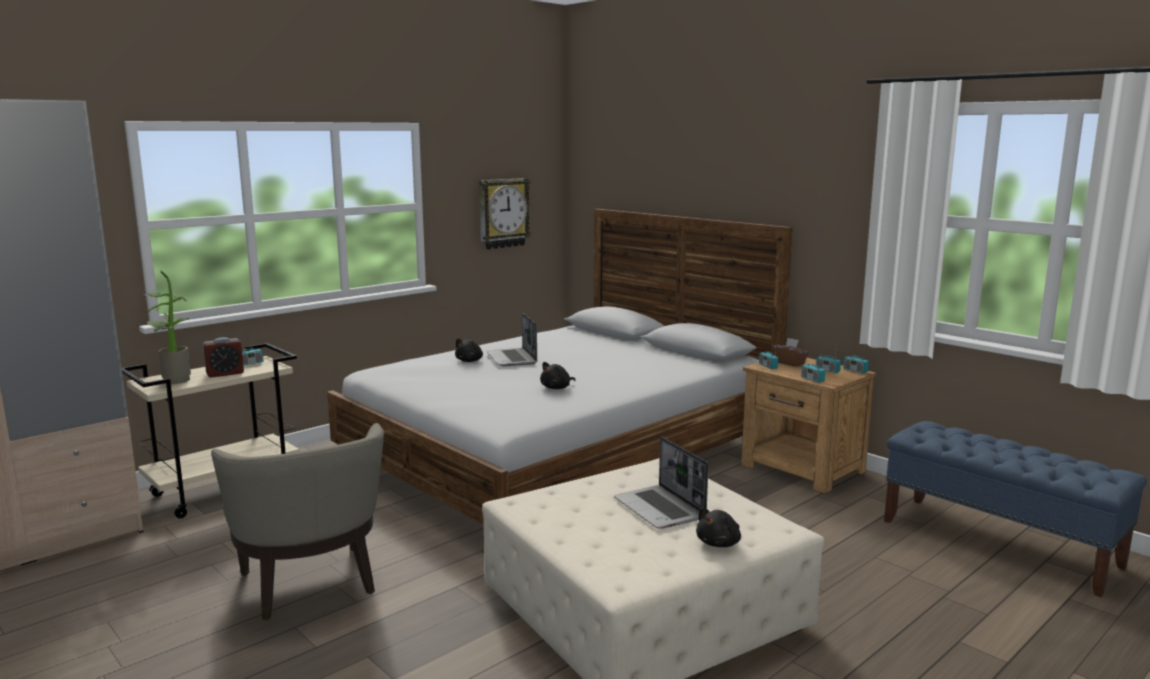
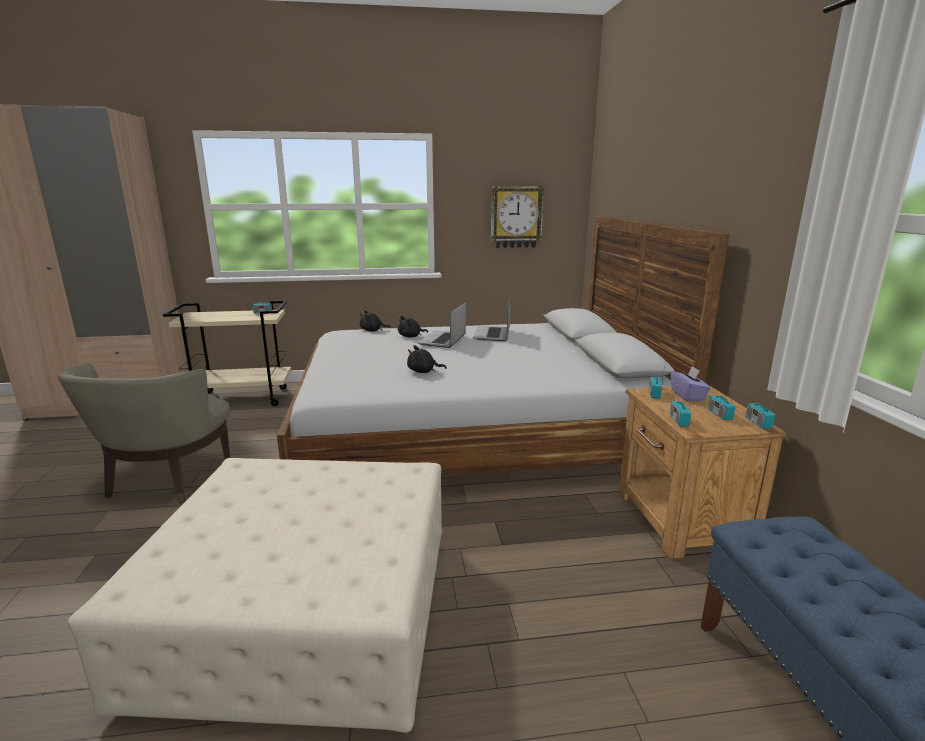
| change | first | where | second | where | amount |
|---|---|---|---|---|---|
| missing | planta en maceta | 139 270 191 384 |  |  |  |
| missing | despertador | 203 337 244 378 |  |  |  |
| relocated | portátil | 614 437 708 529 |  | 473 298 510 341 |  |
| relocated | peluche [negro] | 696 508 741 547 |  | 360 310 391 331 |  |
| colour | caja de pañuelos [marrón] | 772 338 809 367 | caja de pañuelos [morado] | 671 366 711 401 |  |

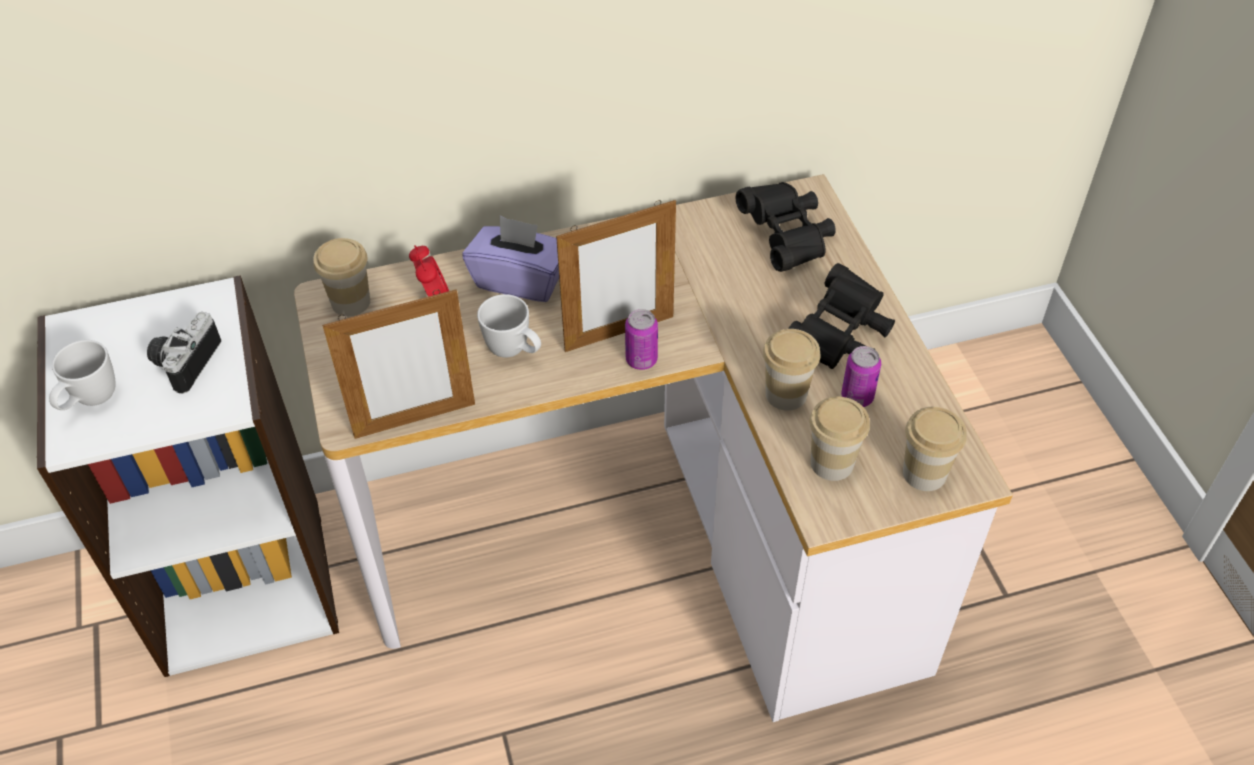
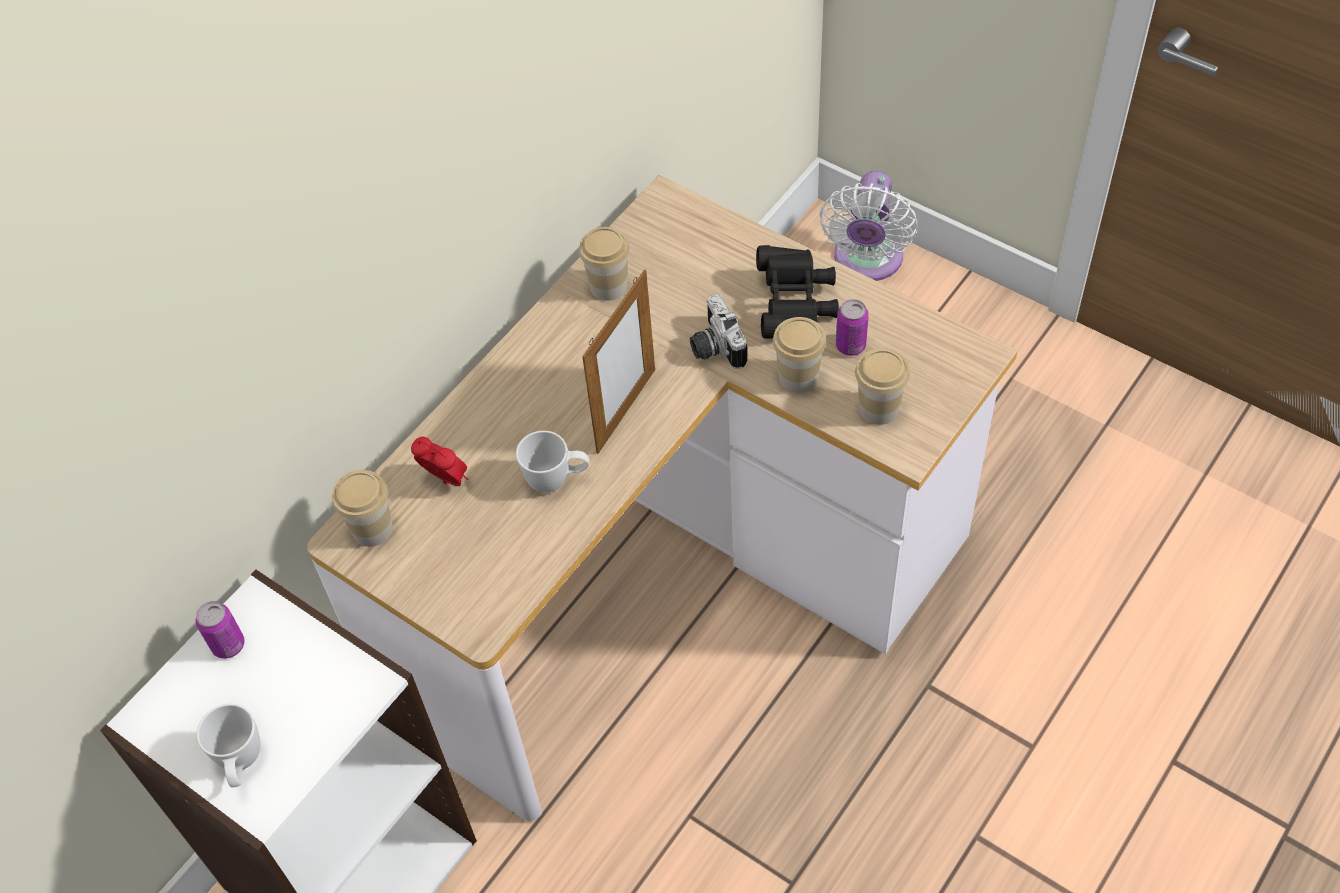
| change | first | where | second | where | amount |
|---|---|---|---|---|---|
| relocated | cámara | 147 312 221 394 |  | 690 294 747 369 |  |
| missing | portarretratos | 322 289 475 439 |  |  |  |
| missing | caja de pañuelos [morado] | 463 216 559 302 |  |  |  |
| relocated | lata | 625 309 658 370 |  | 195 601 245 659 |  |
| missing | prismáticos [negro] | 736 182 836 272 |  |  |  |
| relocated | taza | 903 407 967 491 |  | 579 227 630 301 |  |
| appeared |  |  | ventilador [blanco] | 819 171 917 281 |  |

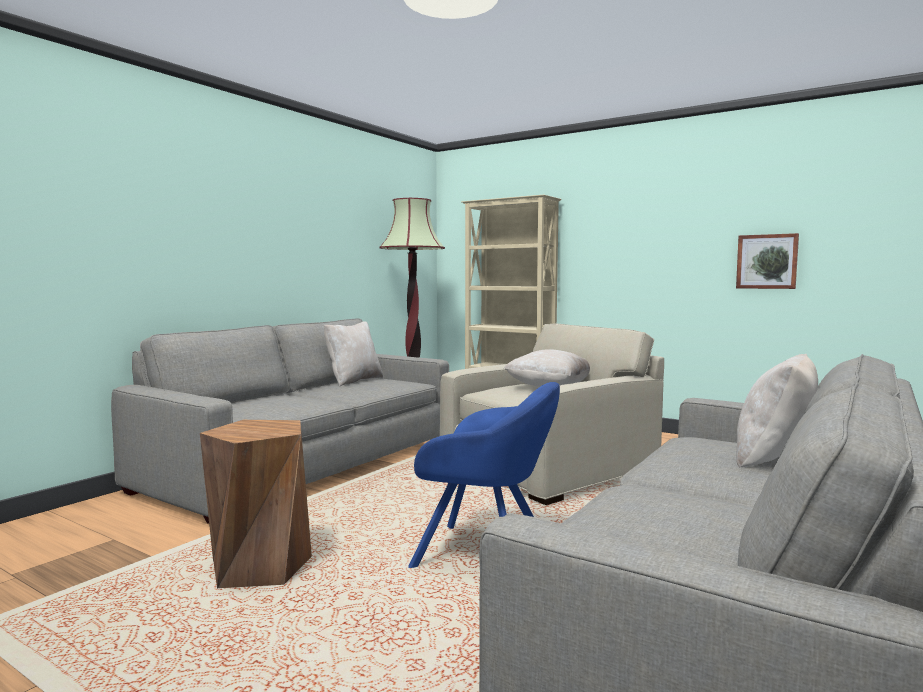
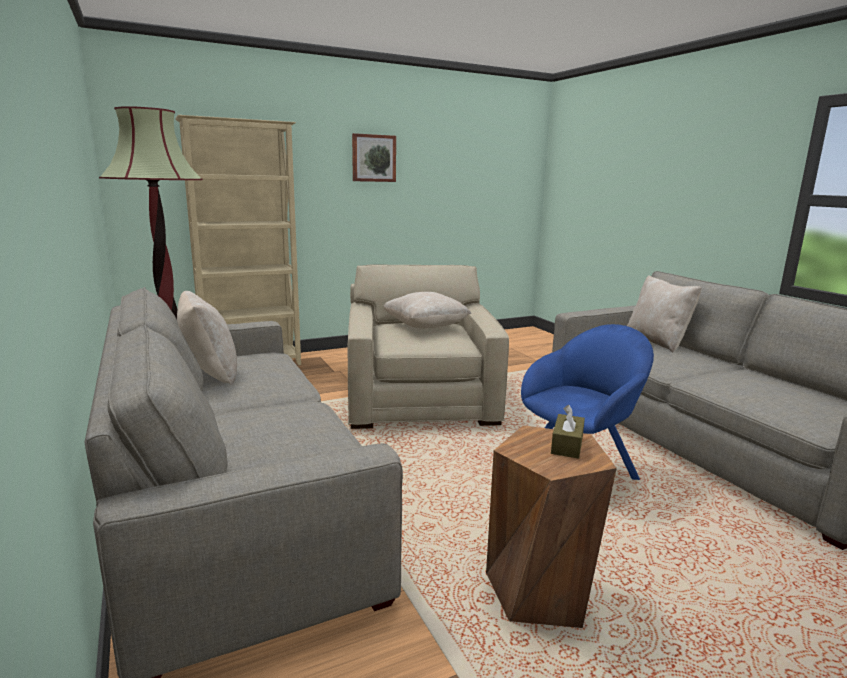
| change | first | where | second | where | amount |
|---|---|---|---|---|---|
| relocated | cuadro | 736 233 799 289 |  | 352 133 396 182 |  |
| appeared |  |  | caja de pañuelos [marrón] | 551 405 585 459 |  |

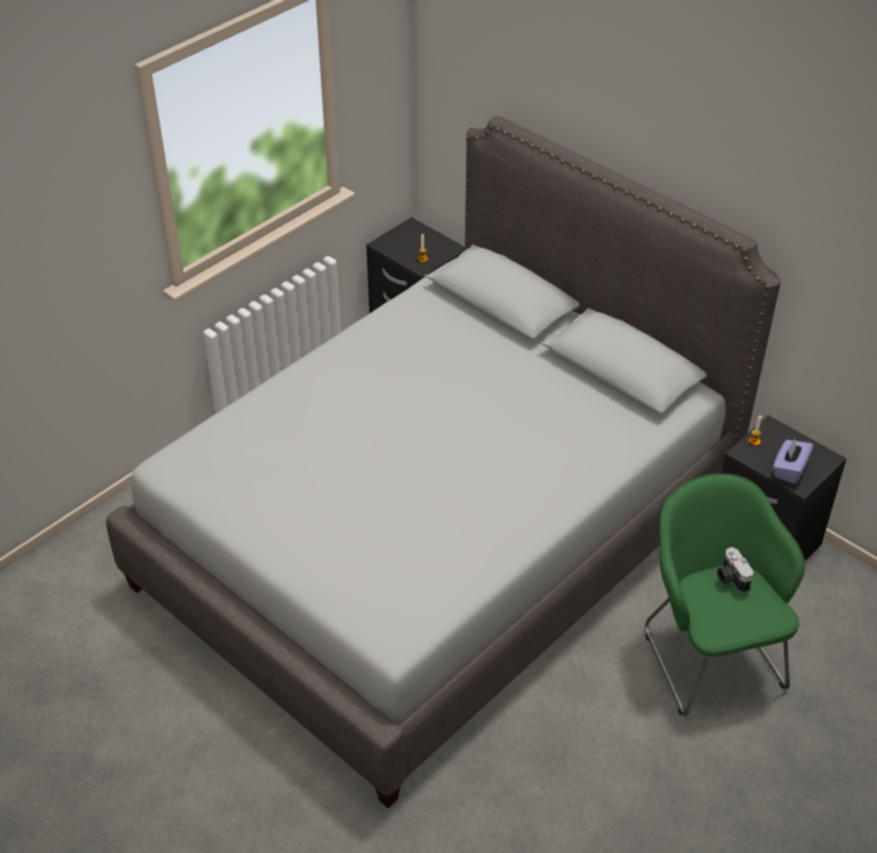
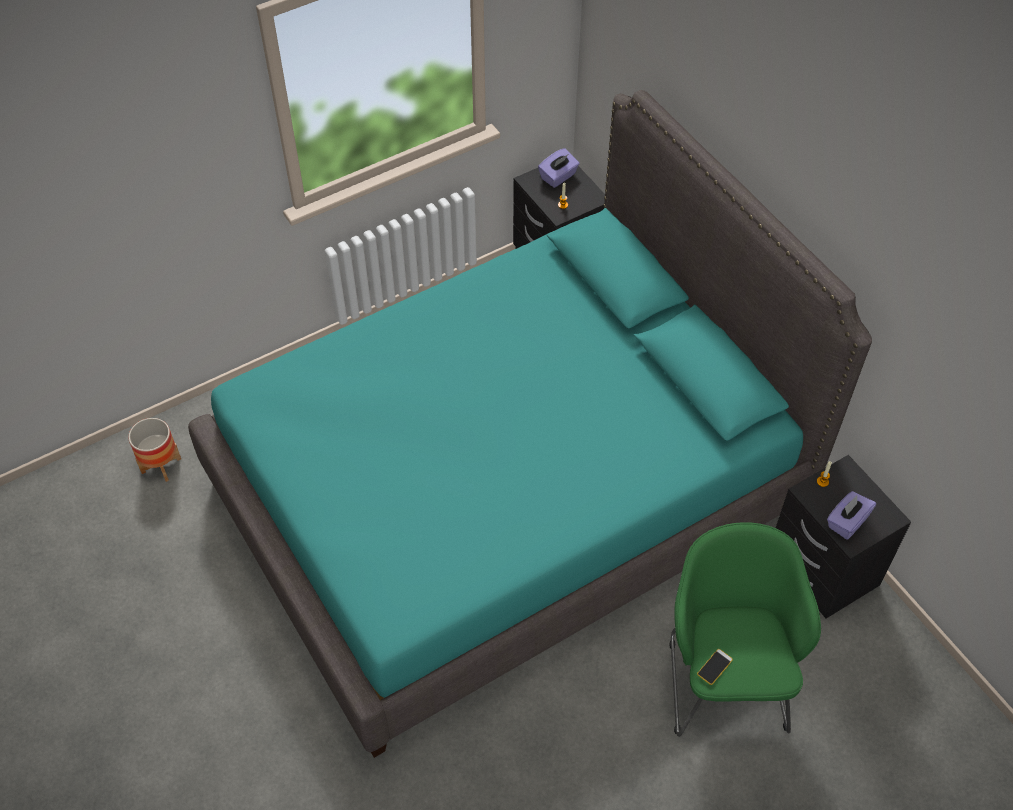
| change | first | where | second | where | amount |
|---|---|---|---|---|---|
| colour | cama [gris] | 106 116 781 808 | cama [turquesa] | 188 90 872 758 |  |
| missing | cámara | 717 547 754 593 |  |  |  |
| appeared |  |  | maceta | 129 418 181 482 |  |
| appeared |  |  | caja de pañuelos [morado] | 538 148 580 188 |  |
| appeared |  |  | móvil | 697 649 733 685 |  |

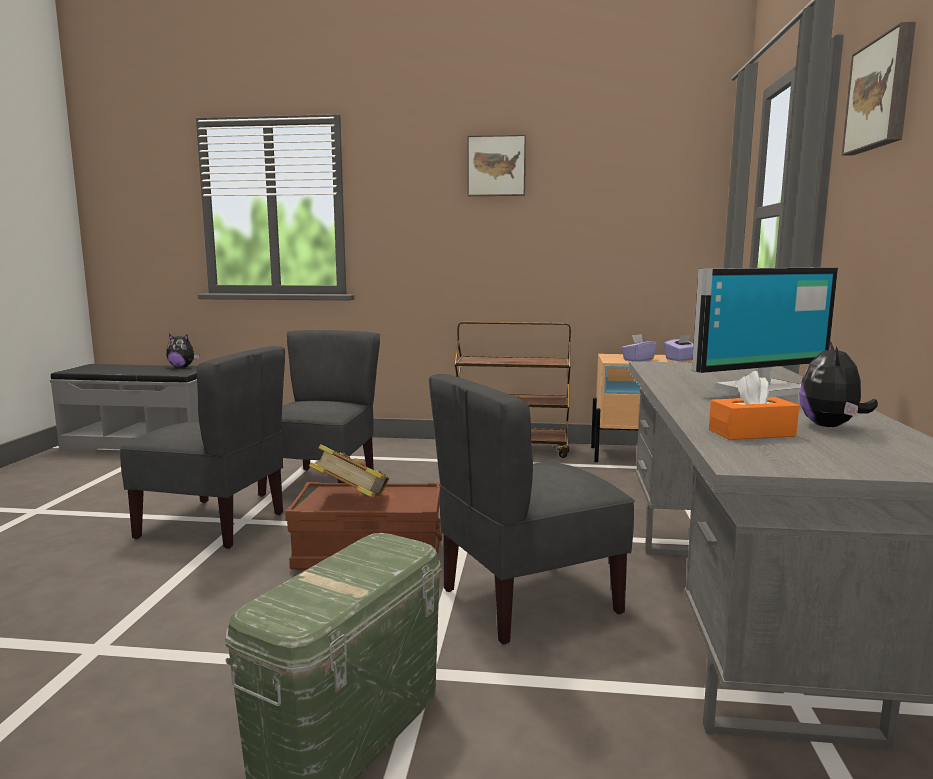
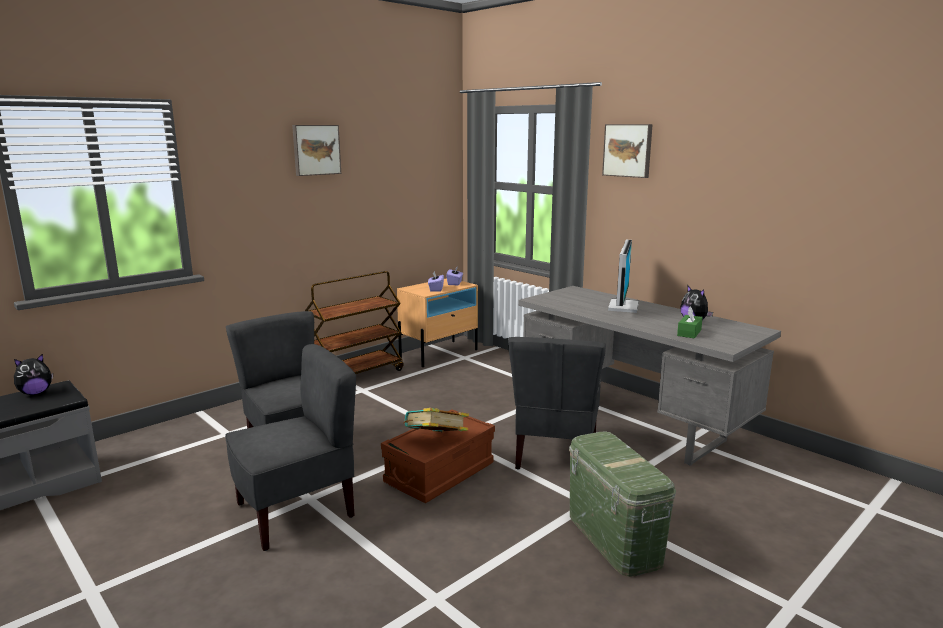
| change | first | where | second | where | amount |
|---|---|---|---|---|---|
| colour | caja de pañuelos [naranja] | 709 371 799 440 | caja de pañuelos [verde] | 677 306 703 339 |  |

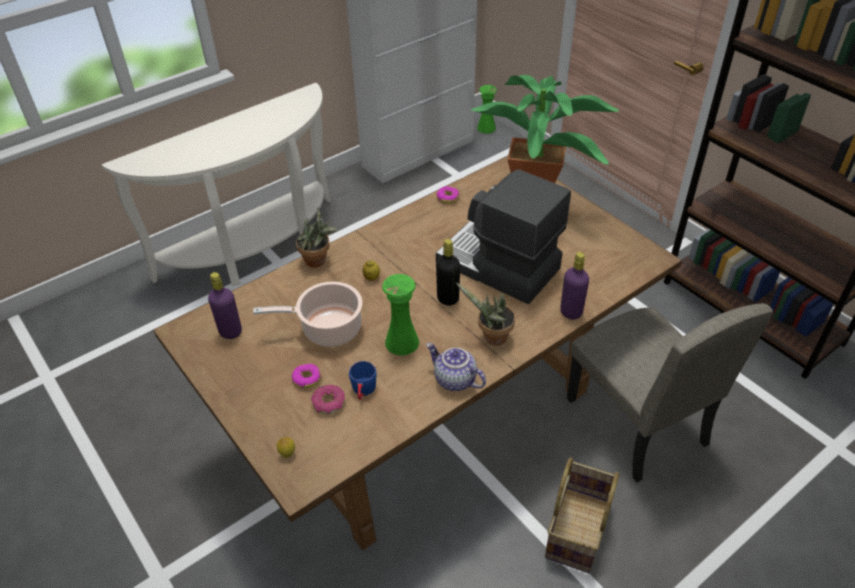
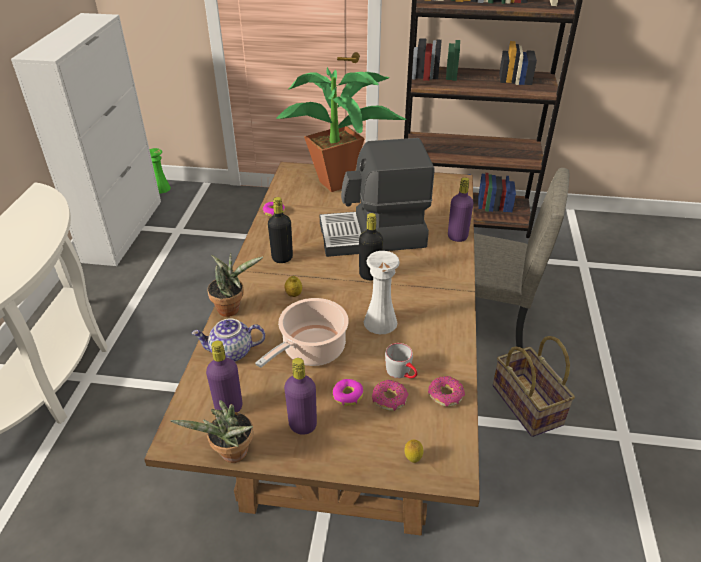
| change | first | where | second | where | amount |
|---|---|---|---|---|---|
| colour | taza grande [azul] | 349 361 377 400 | taza grande [gris] | 385 343 418 379 |  |
| colour | florero [verde] | 382 274 419 355 | florero [blanco] | 364 251 400 334 |  |
| relocated | tetera | 426 343 486 391 |  | 191 319 265 362 |  |
| relocated | planta en maceta | 456 283 515 346 |  | 170 400 253 463 |  |
| appeared |  |  | botella [negro] | 268 197 293 263 |  |
| appeared |  |  | botella [morado] | 284 358 317 435 |  |
| appeared |  |  | rosquilla | 428 376 465 407 |  |

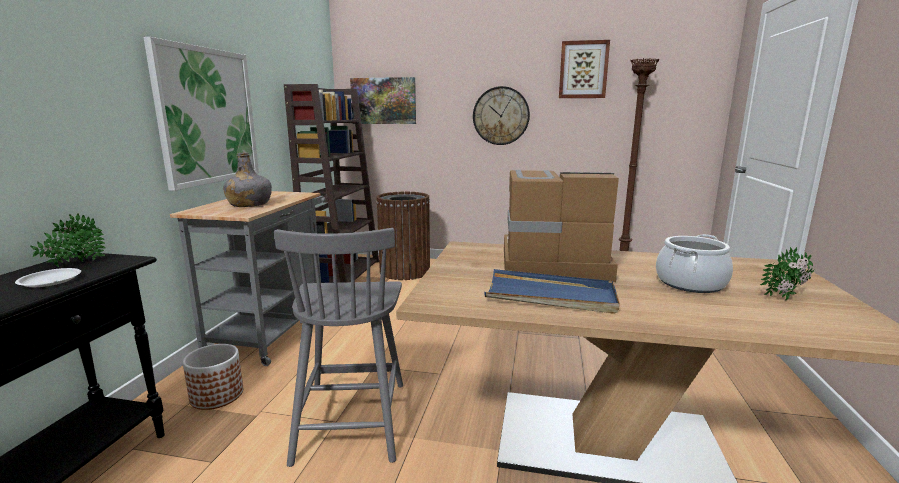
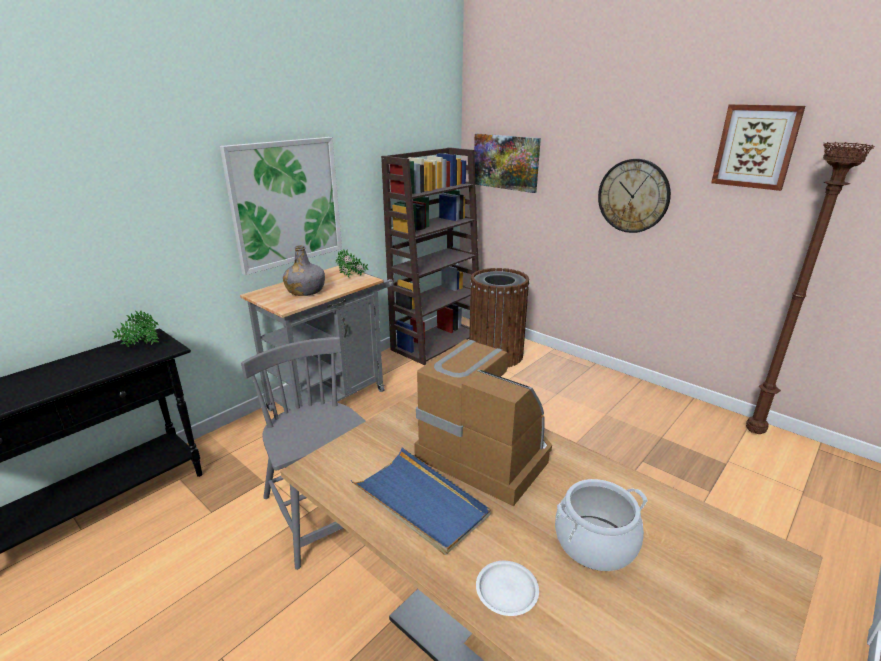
| change | first | where | second | where | amount |
|---|---|---|---|---|---|
| relocated | plato [blanco] | 15 268 81 287 |  | 476 561 539 616 |  |
| missing | maceta | 183 344 243 410 |  |  |  |
| spun | silla [gris] | 274 228 403 467 |  | 241 337 365 570 | 120 degrees clockwise |
| relocated | planta en maceta | 760 246 815 301 |  | 336 249 368 277 |  |

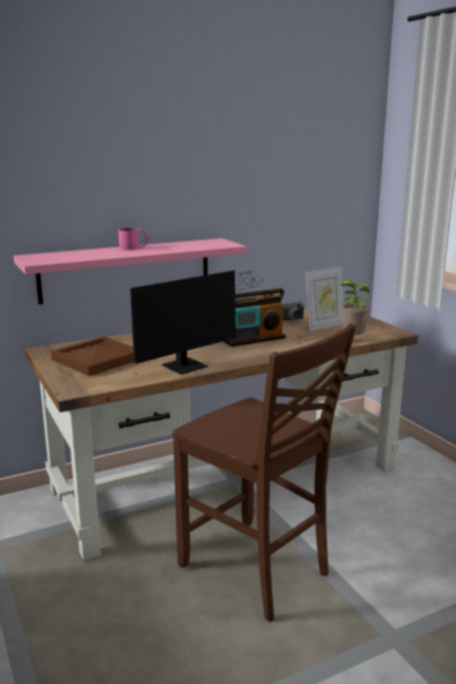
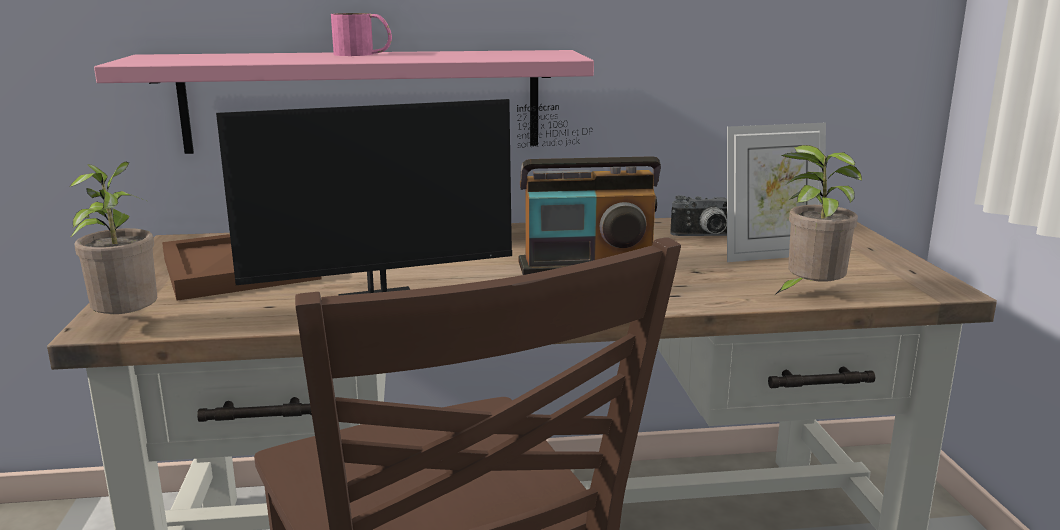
| change | first | where | second | where | amount |
|---|---|---|---|---|---|
| appeared |  |  | planta en maceta | 69 162 157 314 |  |

